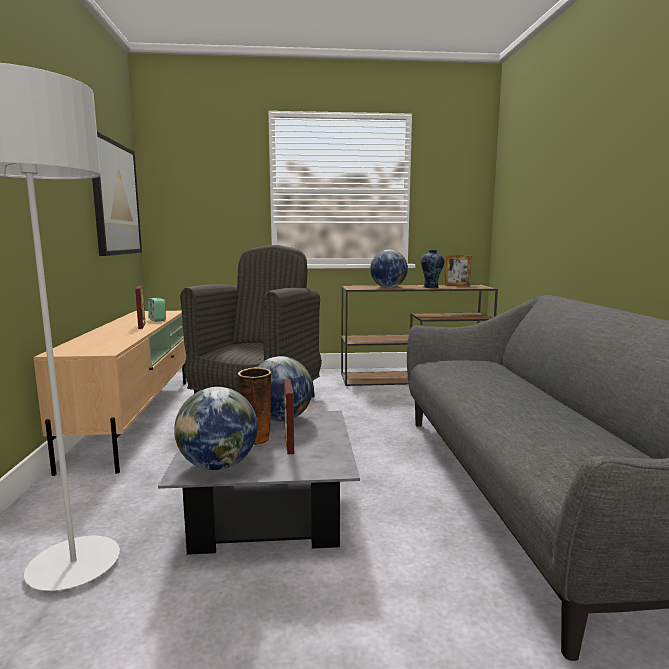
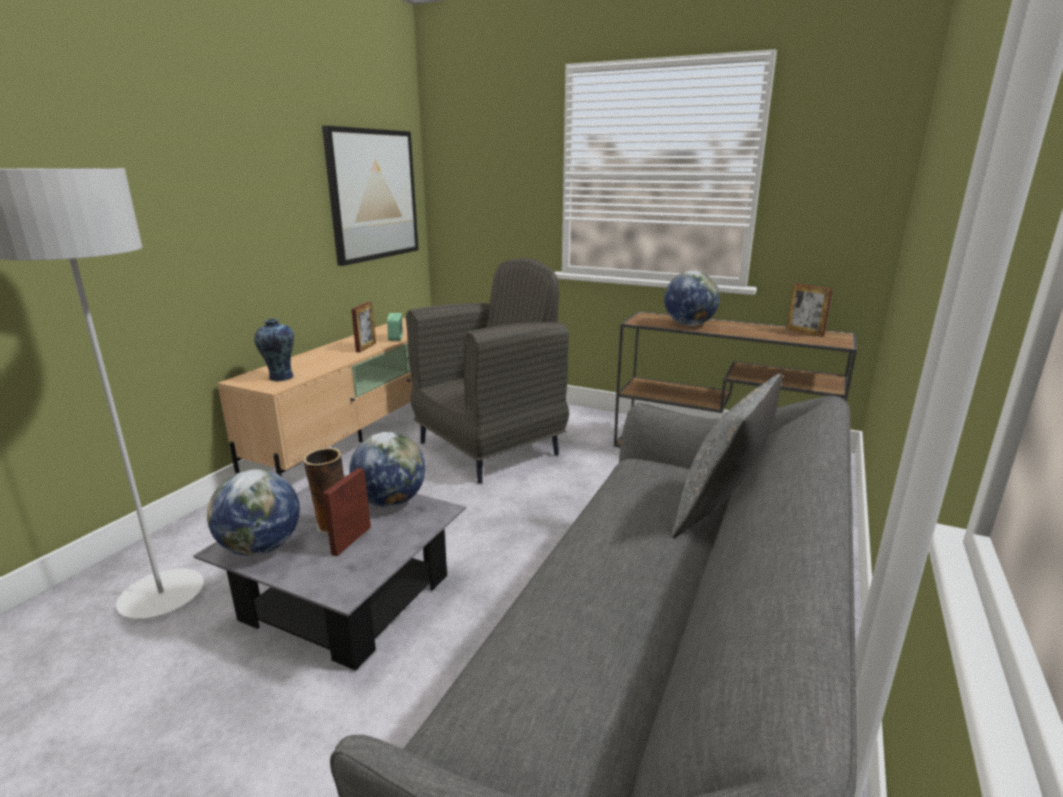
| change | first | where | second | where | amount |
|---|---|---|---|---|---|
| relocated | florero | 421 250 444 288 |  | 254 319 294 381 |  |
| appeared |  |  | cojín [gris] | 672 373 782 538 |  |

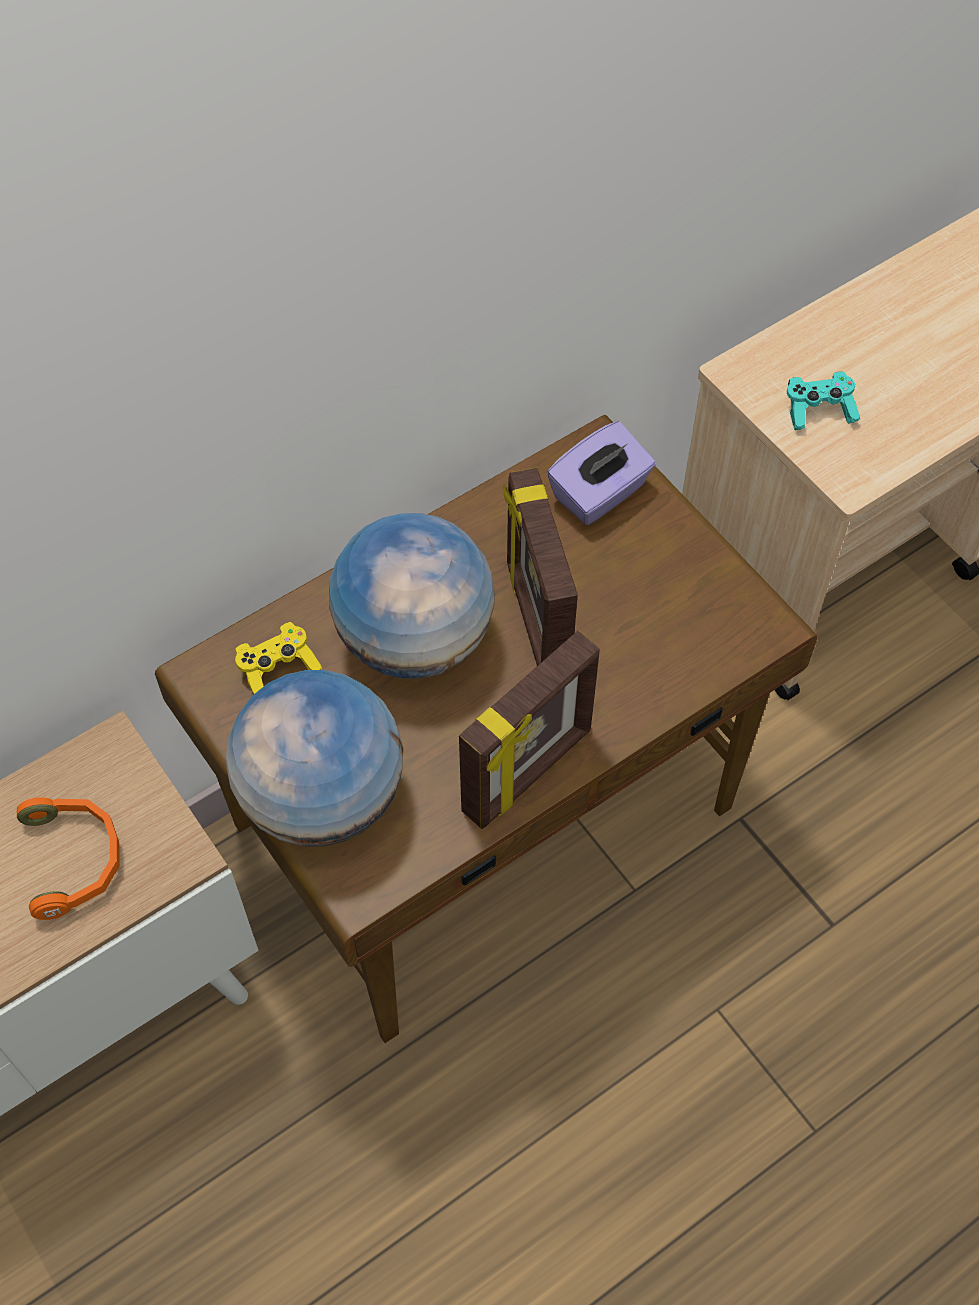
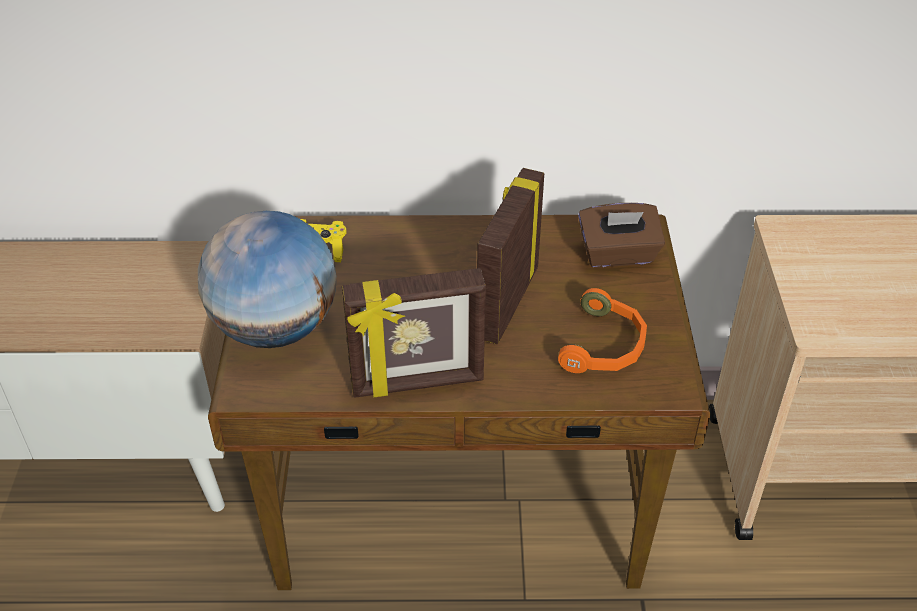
| change | first | where | second | where | amount |
|---|---|---|---|---|---|
| relocated | auriculares [naranja] | 17 797 120 920 |  | 558 288 647 373 |  |
| missing | globo terráqueo | 329 513 495 679 |  |  |  |
| colour | caja de pañuelos [morado] | 547 421 656 525 | caja de pañuelos [marrón] | 578 203 665 267 |  |
| missing | mando de consola [turquesa] | 787 372 860 430 |  |  |  |

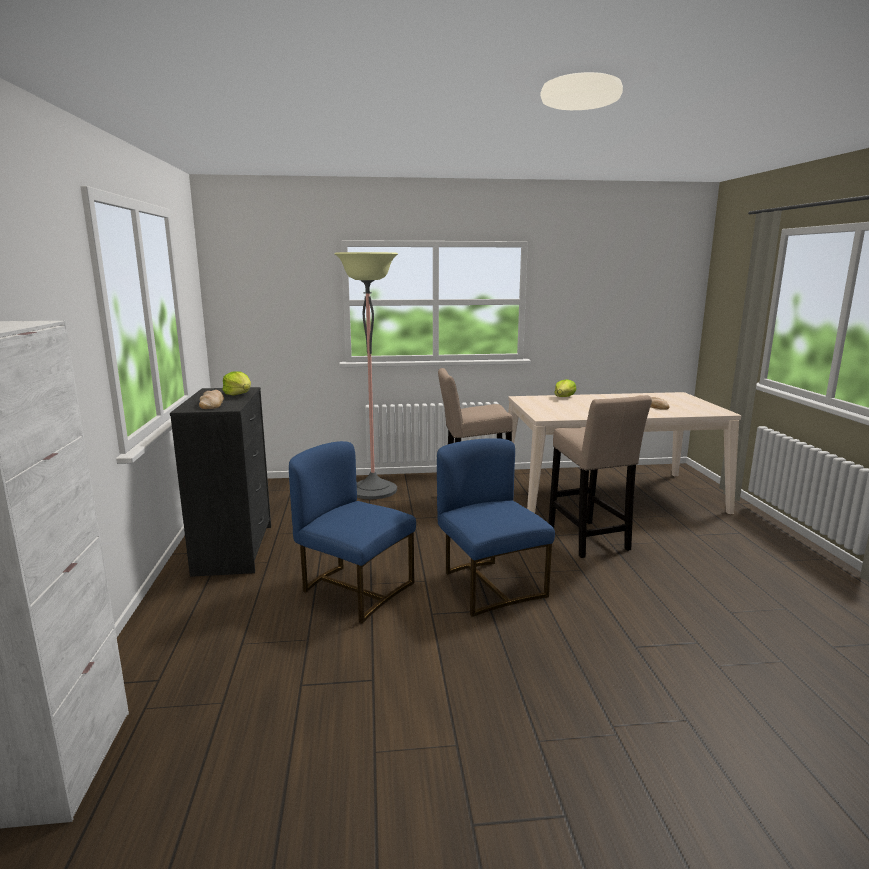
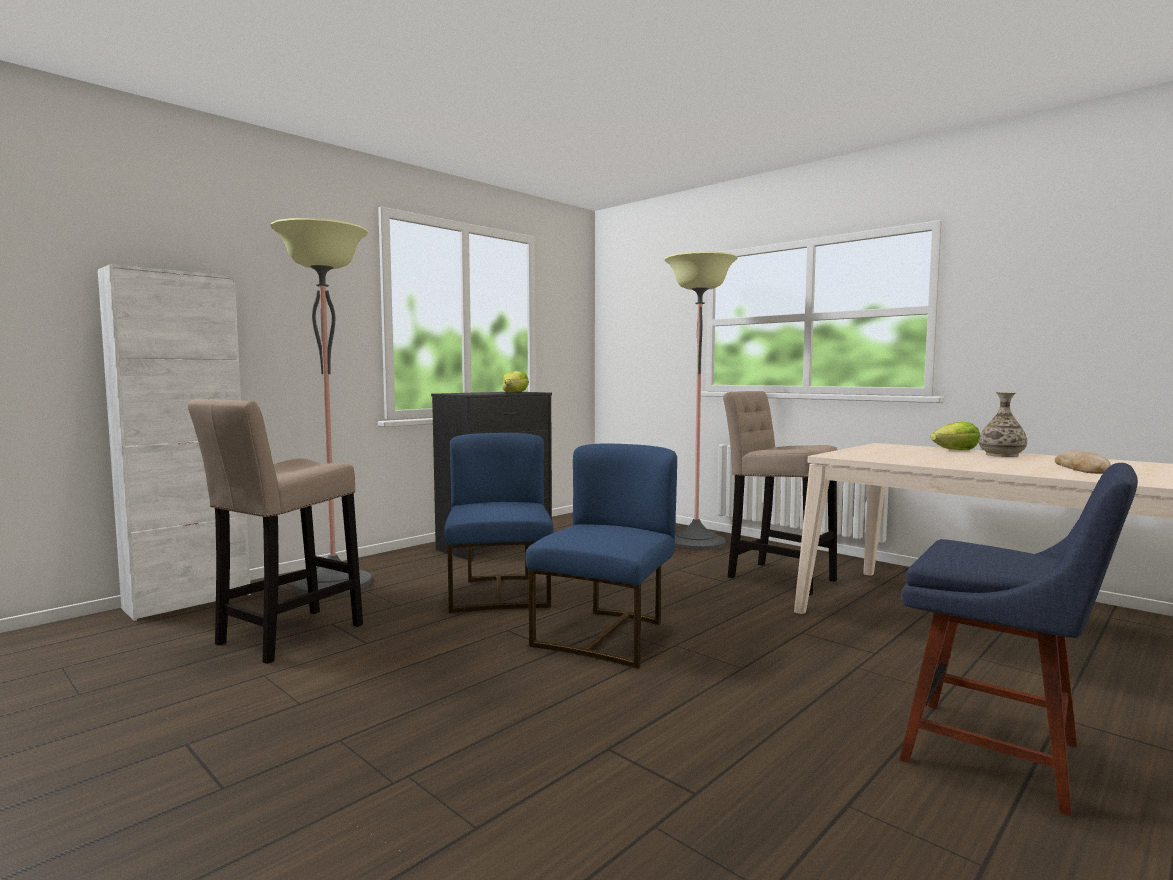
| change | first | where | second | where | amount |
|---|---|---|---|---|---|
| missing | pan | 199 390 224 409 |  |  |  |
| relocated | taburete [beis] | 548 395 652 558 |  | 188 399 363 664 |  |
| appeared |  |  | lámpara de pie | 270 218 372 595 |  |
| appeared |  |  | silla [azul] | 899 463 1138 816 |  |
| appeared |  |  | florero | 979 392 1027 457 |  |

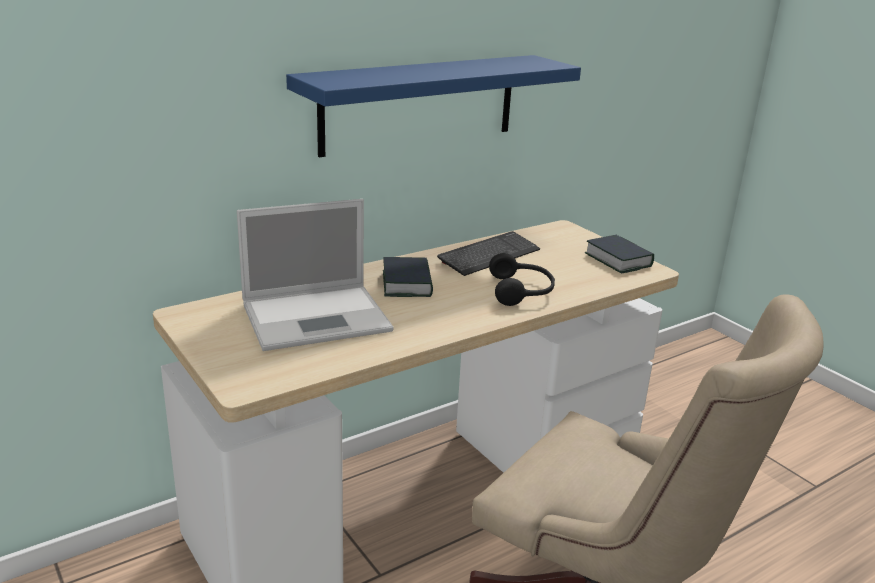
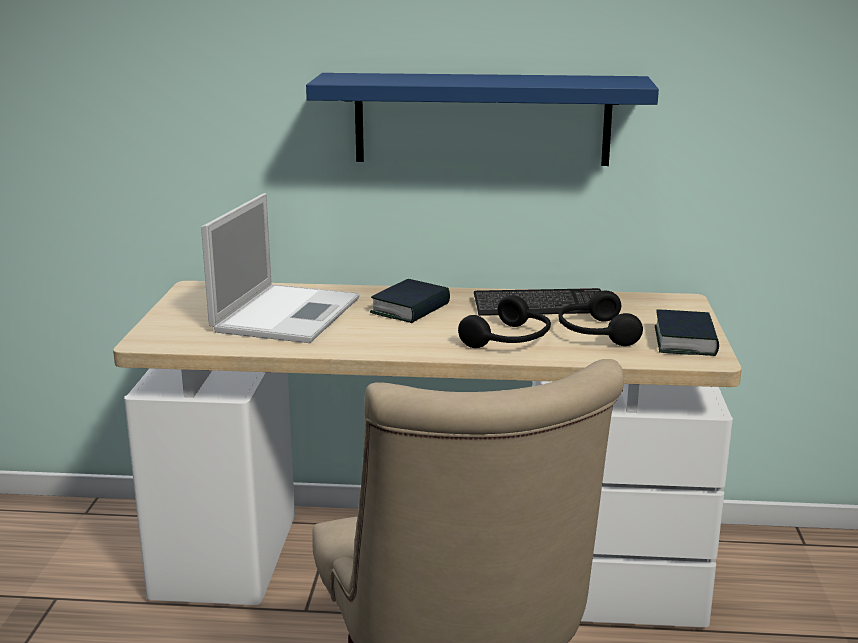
| change | first | where | second | where | amount |
|---|---|---|---|---|---|
| spun | portátil | 237 199 394 351 |  | 201 193 360 343 | 90 degrees counterclockwise |
| appeared |  |  | auriculares [negro] | 559 291 643 346 |  |

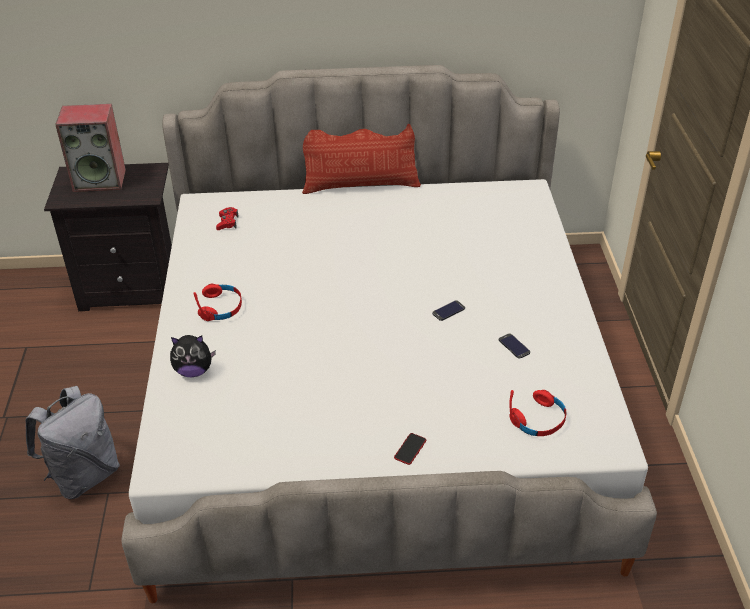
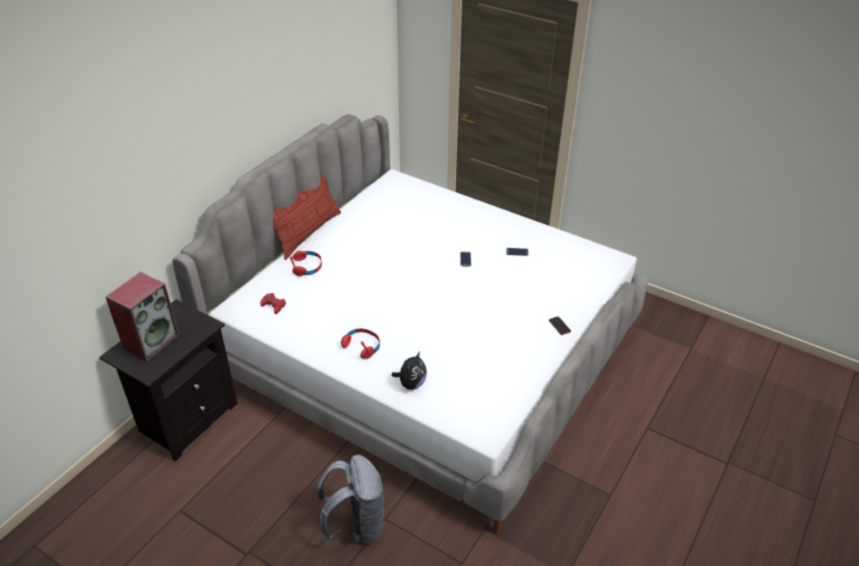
| change | first | where | second | where | amount |
|---|---|---|---|---|---|
| relocated | auriculares [rojo] | 509 390 567 436 |  | 290 251 322 276 |  |

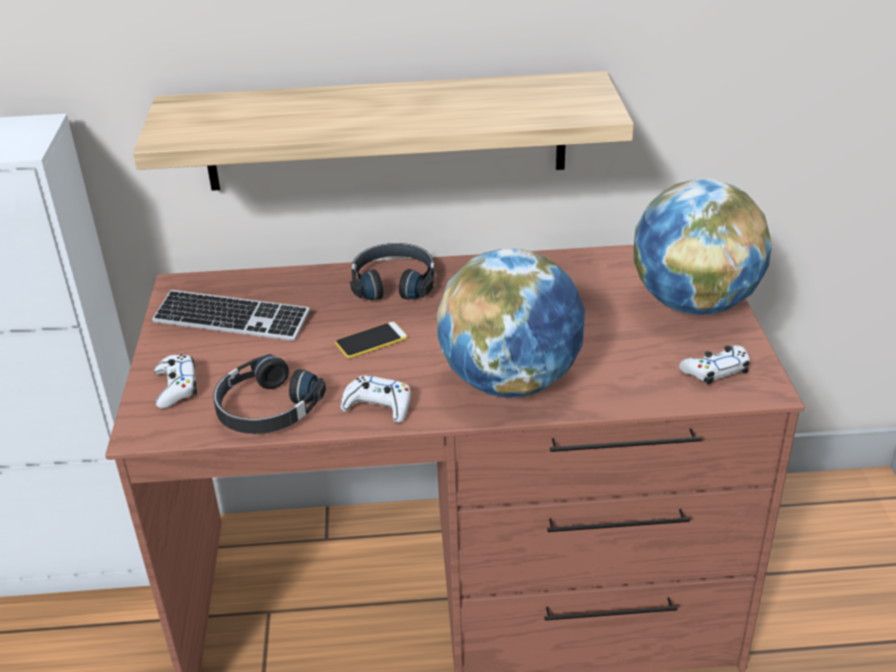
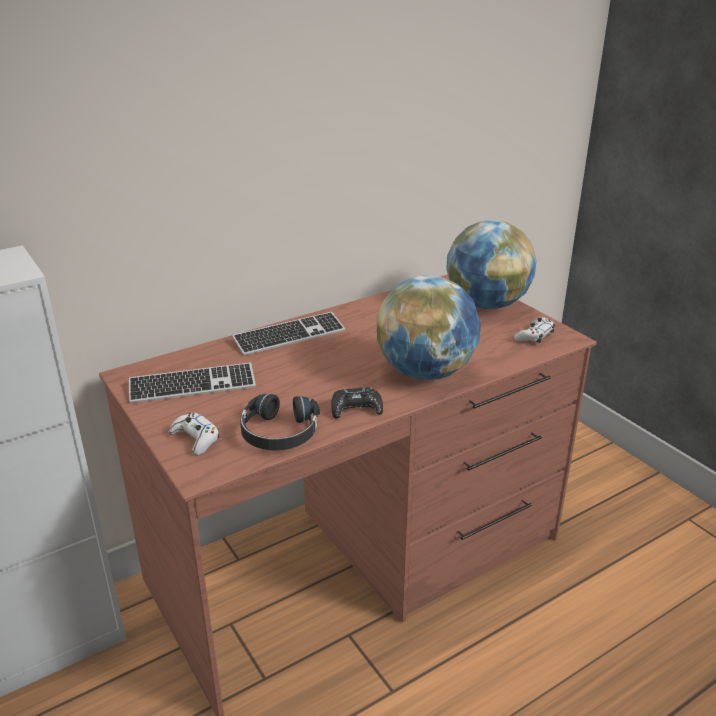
| change | first | where | second | where | amount |
|---|---|---|---|---|---|
| missing | estante | 133 71 634 191 |  |  |  |
| missing | móvil | 335 322 408 359 |  |  |  |
| colour | mando de consola [blanco] | 341 376 411 423 | mando de consola [negro] | 331 387 383 418 |  |
| exchanged | auriculares [negro] | 350 243 434 300 | teclado | 232 312 345 356 |  |

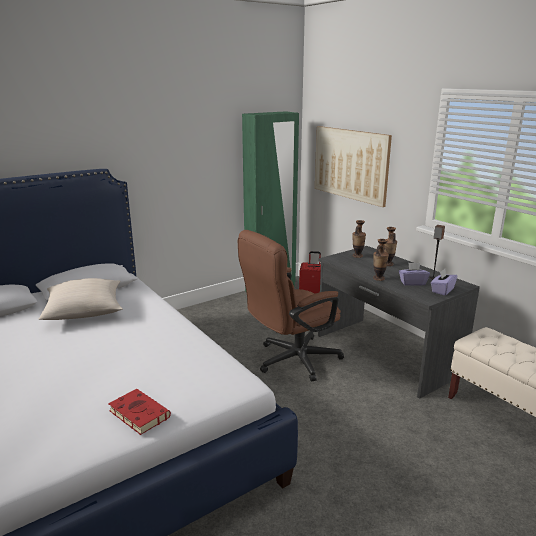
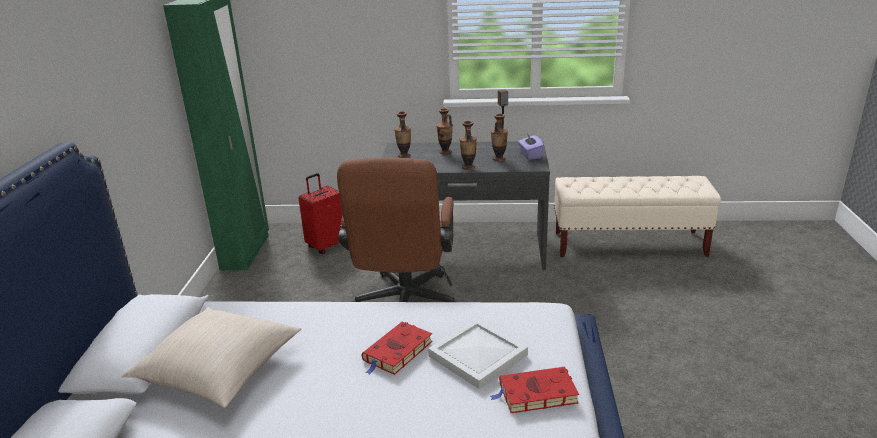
| change | first | where | second | where | amount |
|---|---|---|---|---|---|
| missing | cuadro | 315 126 392 207 |  |  |  |
| exchanged | caja de pañuelos [morado] | 399 263 430 286 | florero | 491 114 508 161 |  |
| appeared |  |  | libro [rojo] | 362 321 433 375 |  |
| appeared |  |  | bandeja [blanco] | 428 319 528 389 |  |

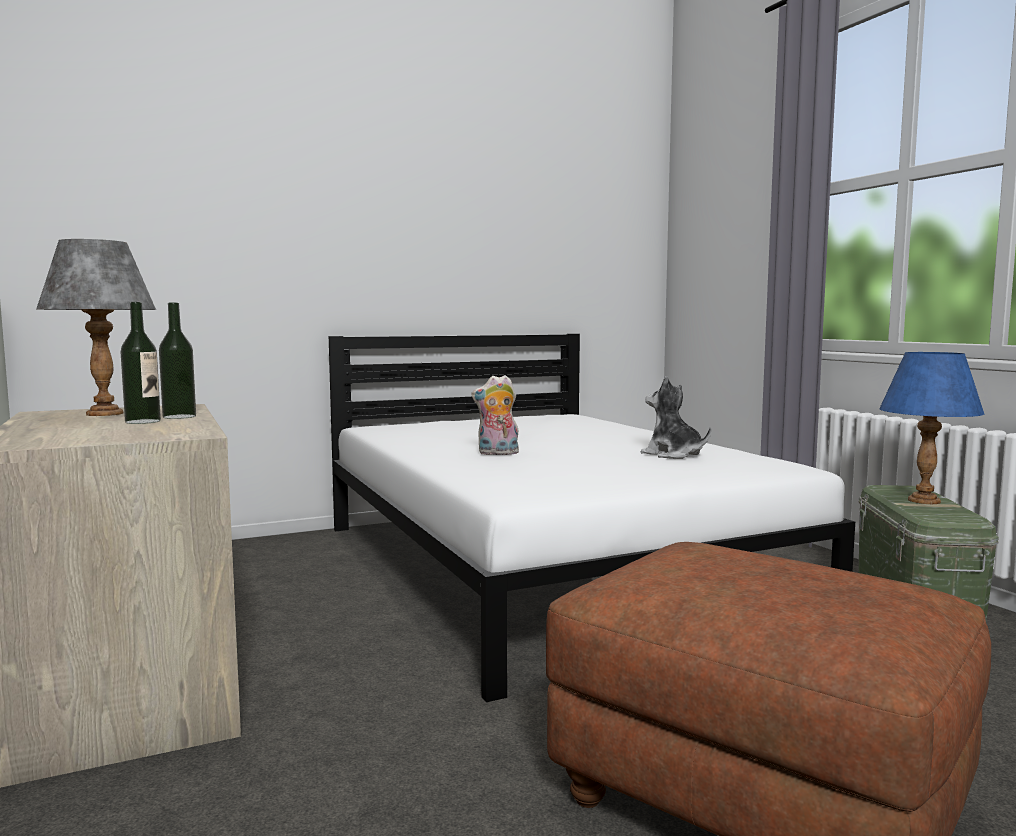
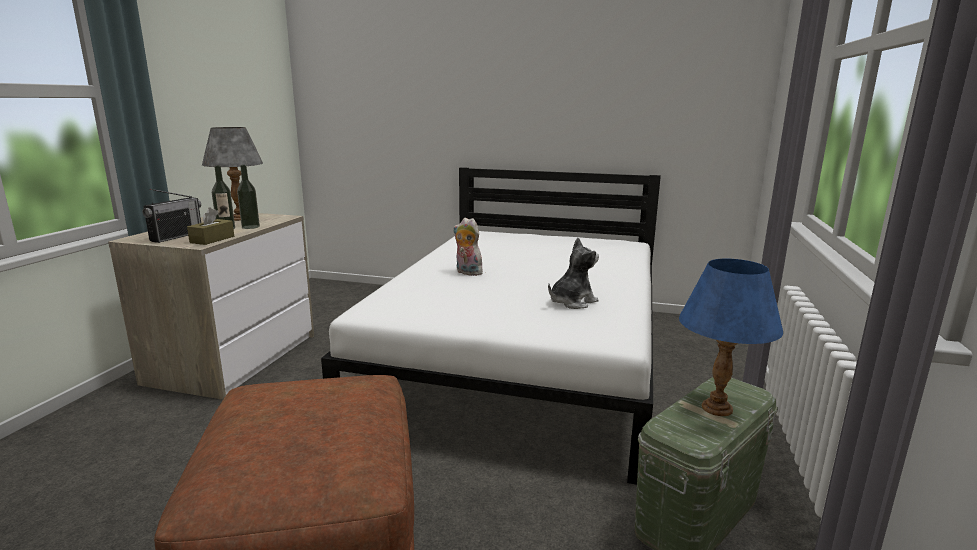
| change | first | where | second | where | amount |
|---|---|---|---|---|---|
| spun | peluche | 641 376 711 459 |  | 548 238 599 309 | 60 degrees clockwise |
| appeared |  |  | radio | 142 189 201 243 |  |
| appeared |  |  | caja de pañuelos [marrón] | 187 207 234 245 |  |

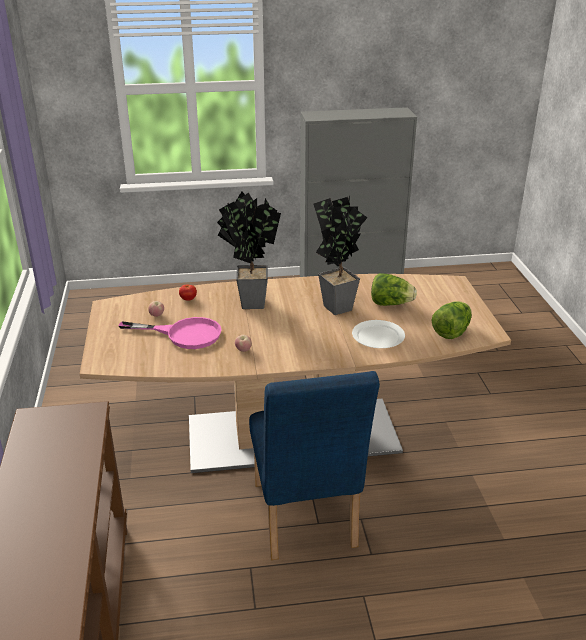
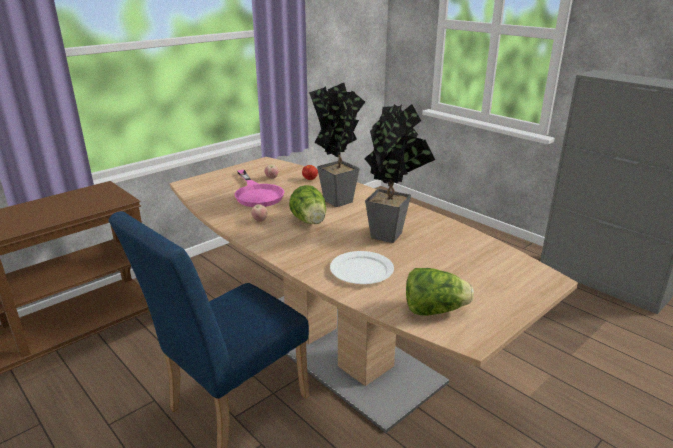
| change | first | where | second | where | amount |
|---|---|---|---|---|---|
| relocated | lechuga | 371 273 417 306 |  | 289 185 326 224 |  |

